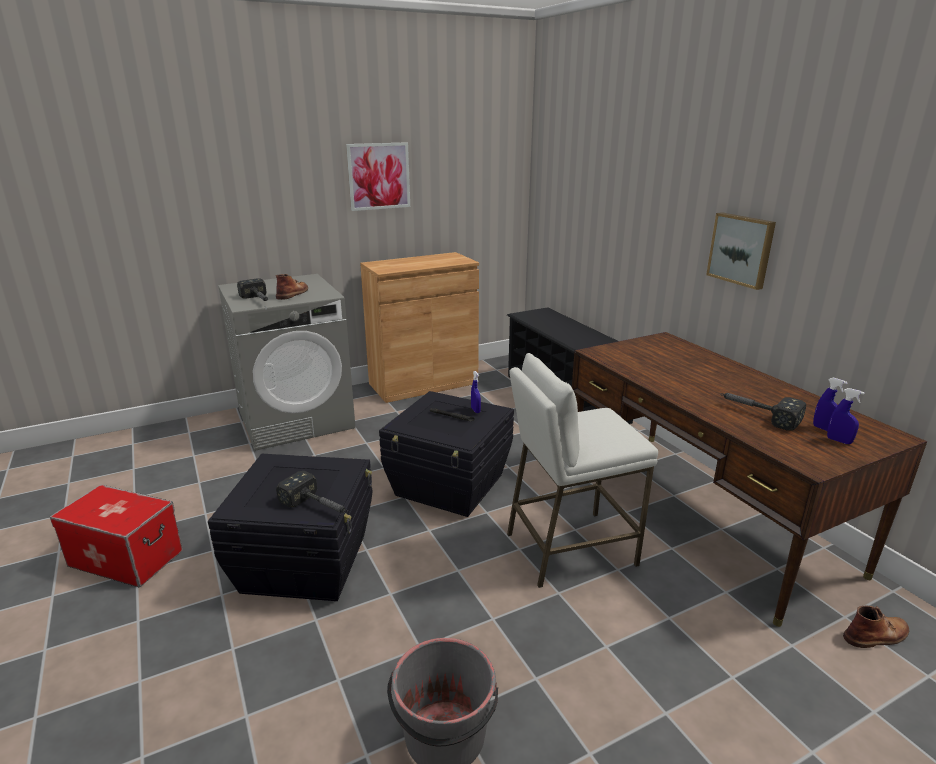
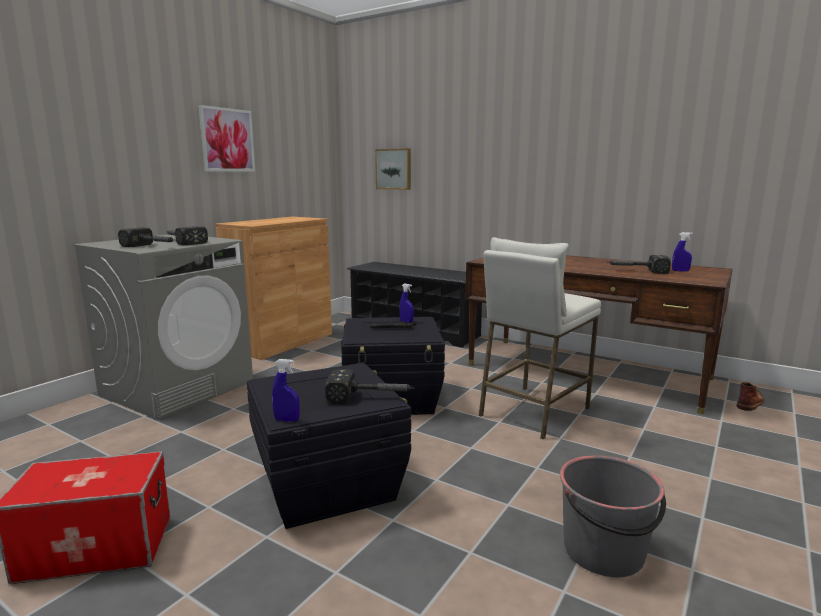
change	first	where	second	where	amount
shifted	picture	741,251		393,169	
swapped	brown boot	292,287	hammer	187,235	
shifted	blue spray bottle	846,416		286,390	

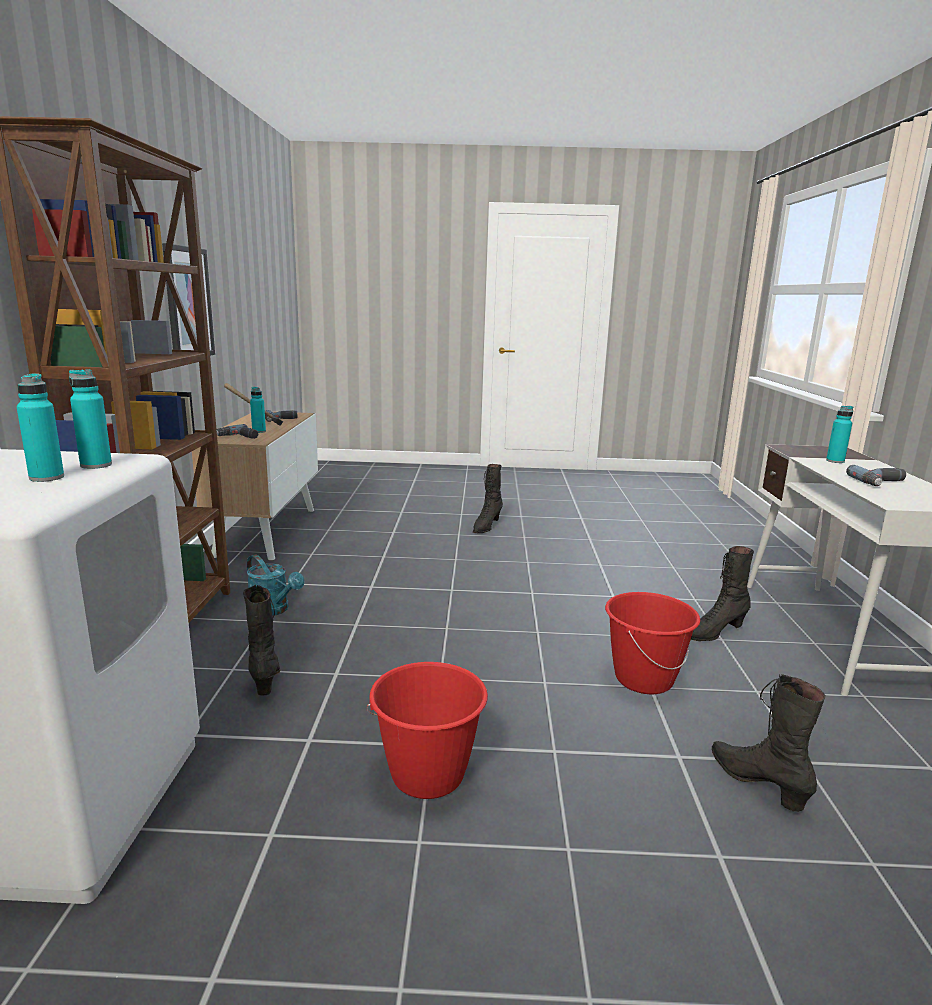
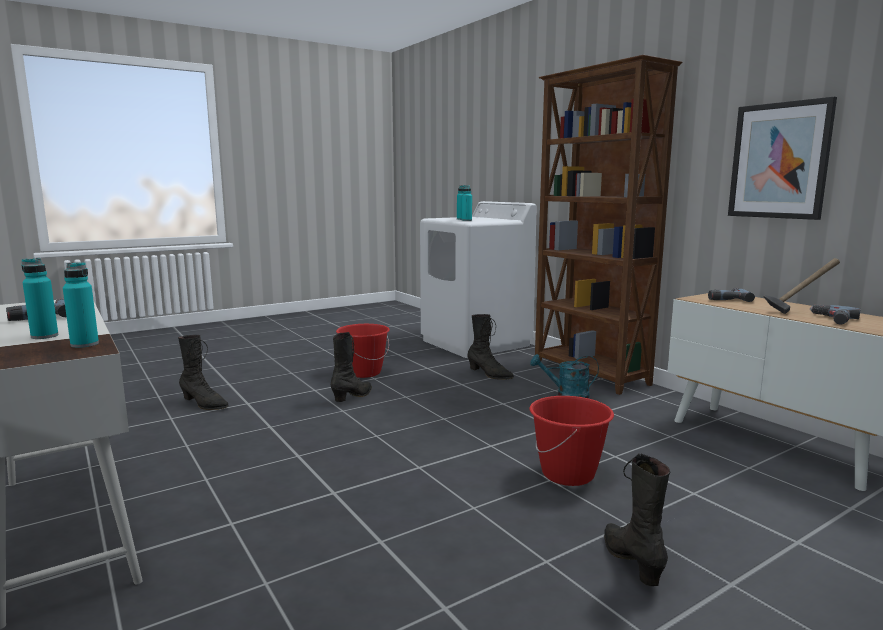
change	first	where	second	where	amount
shifted	turquoise bottle	258,410		81,305	
shifted	black boot	722,593		351,367	
shifted	red bucket	652,643		571,441	

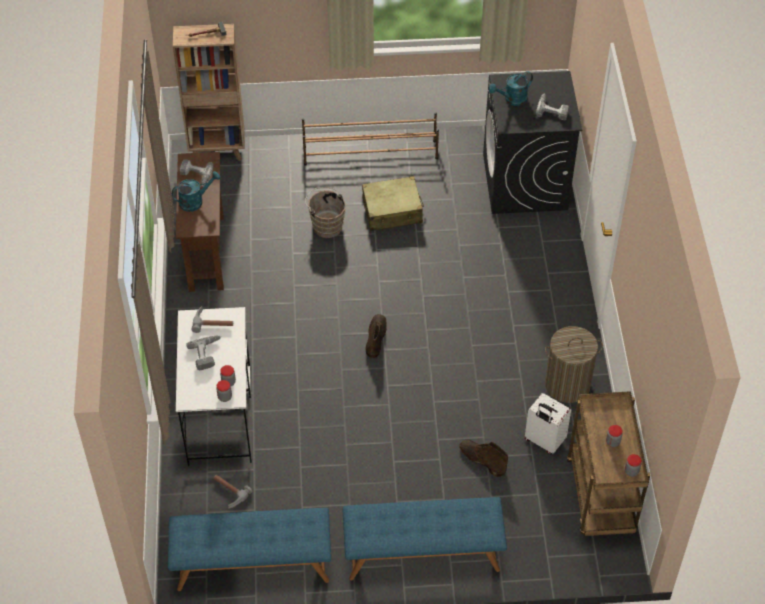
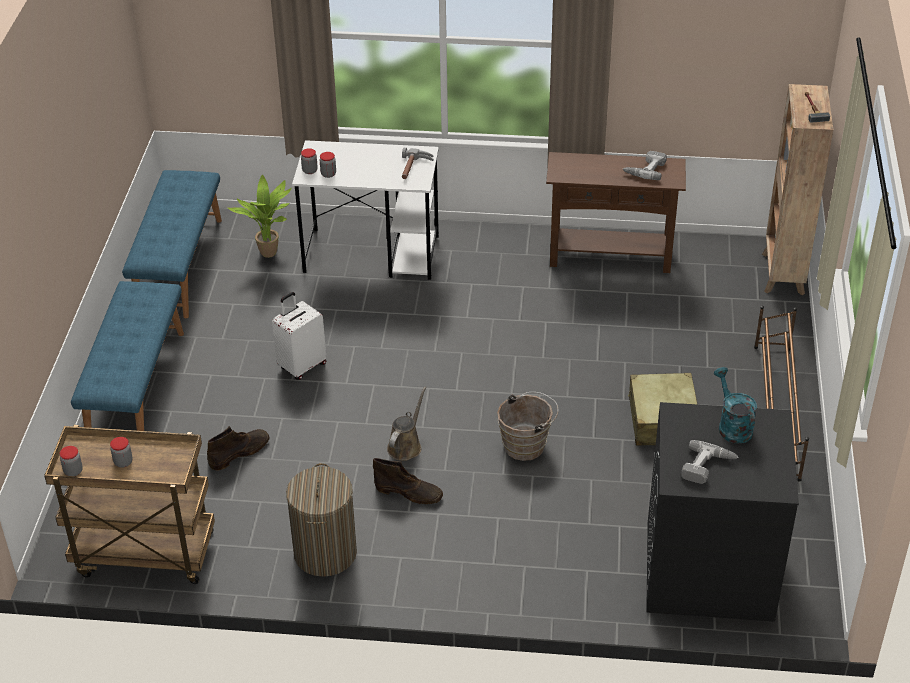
change	first	where	second	where	amount
gone	turquoise watering can	196,191			
shifted	brown bucket	325,212		527,426	
shifted	brown boot	376,336		408,481	
gone	power drill	203,353			
shifted	white suitcase	548,423		299,336	
swapped	hammer	233,492	potted plant	259,216	
new			brown watering can	406,424	

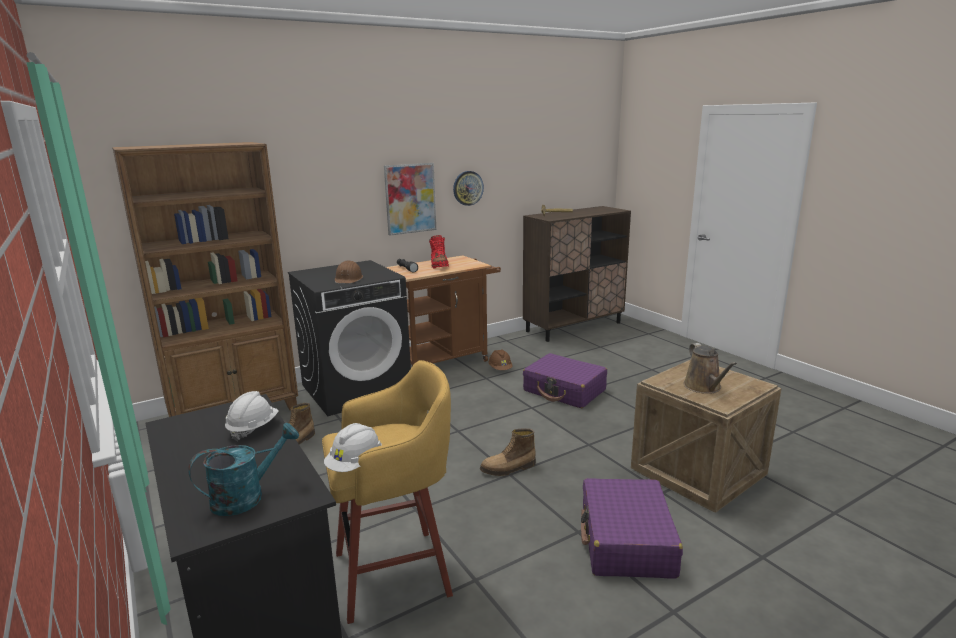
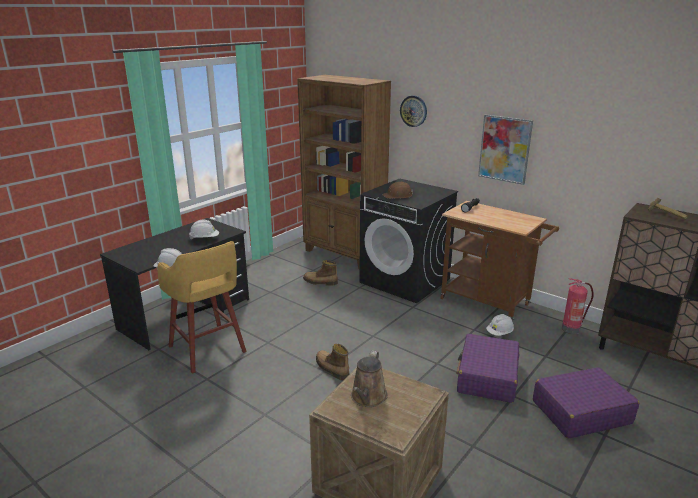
change	first	where	second	where	amount
shifted	wall clock	468,188		413,111	
gone	red boot	439,252			
rotated	brown watering can	710,368		369,379	45 degrees counterclockwise
repainted	brown hard hat	500,359	white hard hat	500,325	
gone	turquoise watering can	243,469			
shifted	purple suitcase	632,528		586,402	
new			fire extinguisher	578,306	

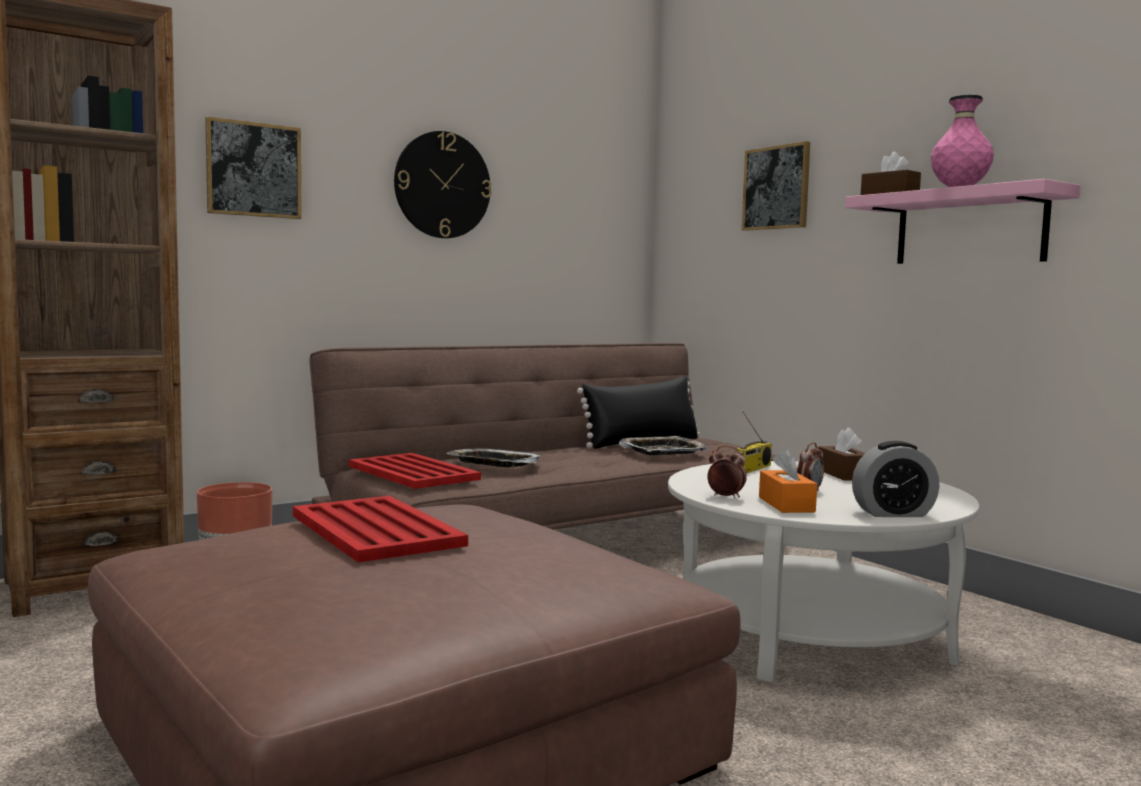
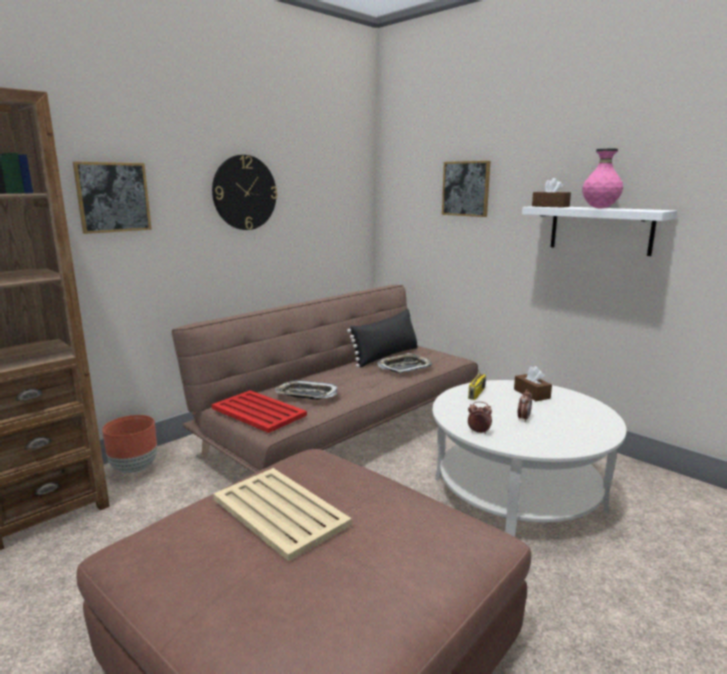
change	first	where	second	where	amount
repainted	pink shelf	963,221	white shelf	599,231	
gone	alarm clock	895,479			
gone	orange tissue box	788,481			
repainted	red tray	380,529	beige tray	282,515	

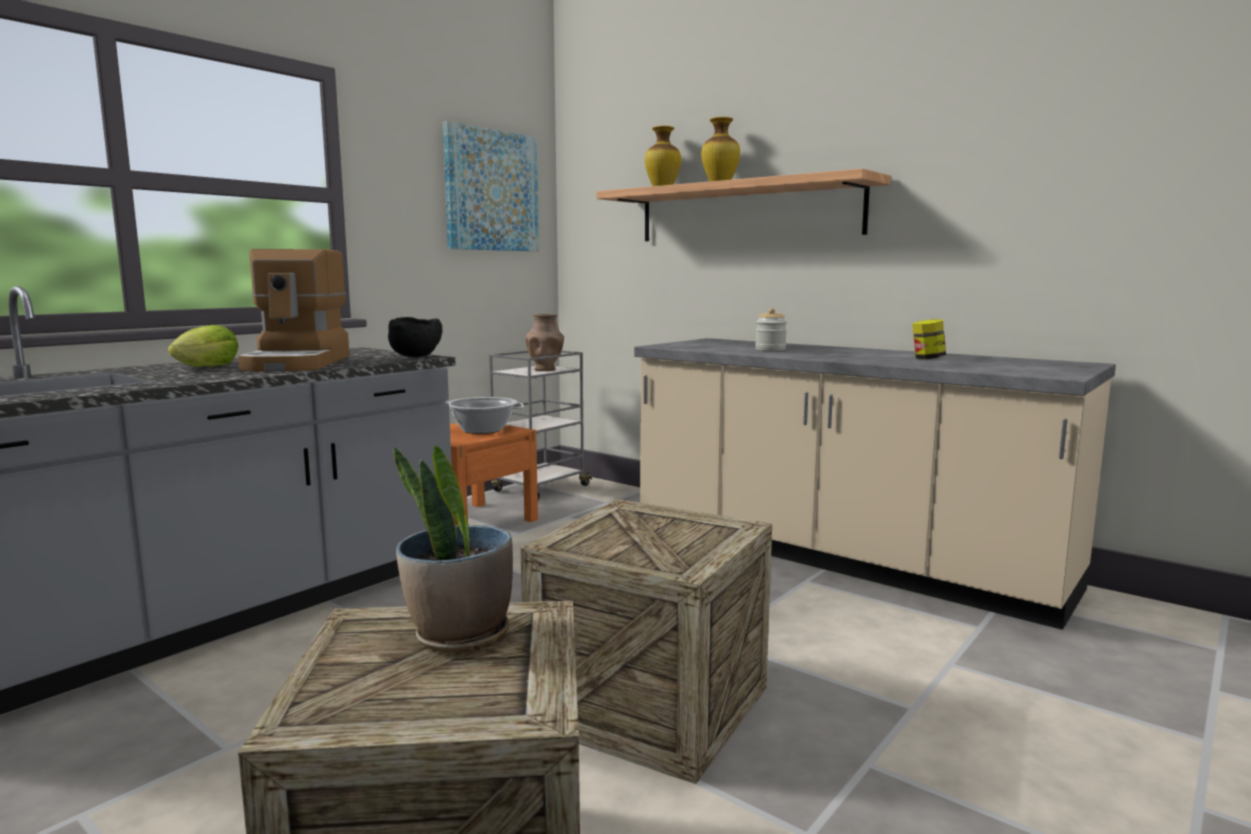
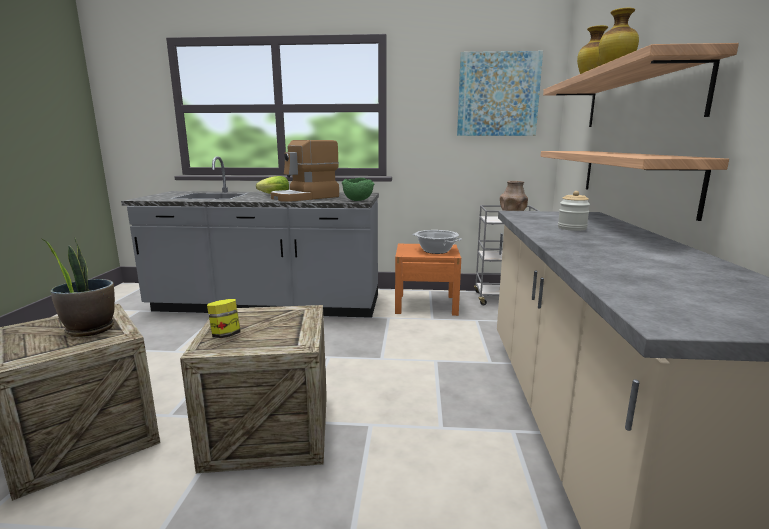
change	first	where	second	where	amount
repainted	black bowl	415,337	green bowl	358,189	
shifted	jar	929,339		224,318	
new			shelf	634,186	

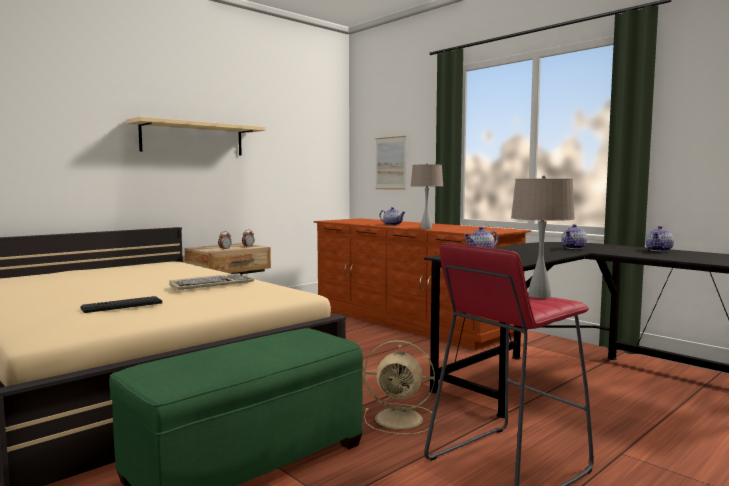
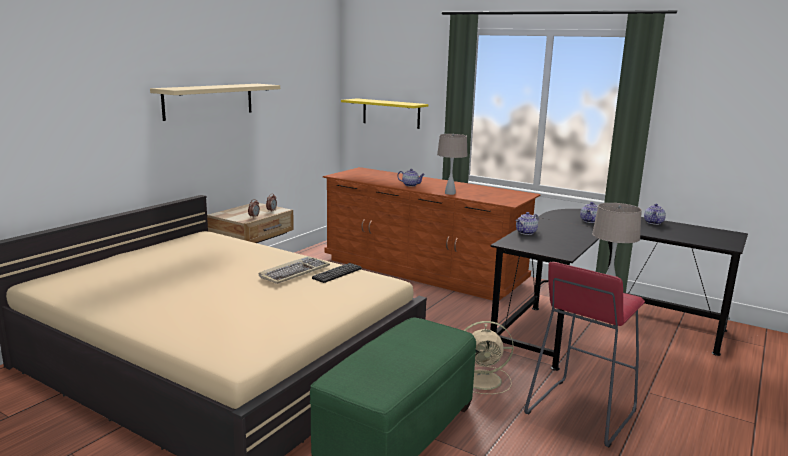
change	first	where	second	where	amount
swapped	picture	390,163	yellow shelf	385,113	
shifted	keyboard	121,304		337,273	

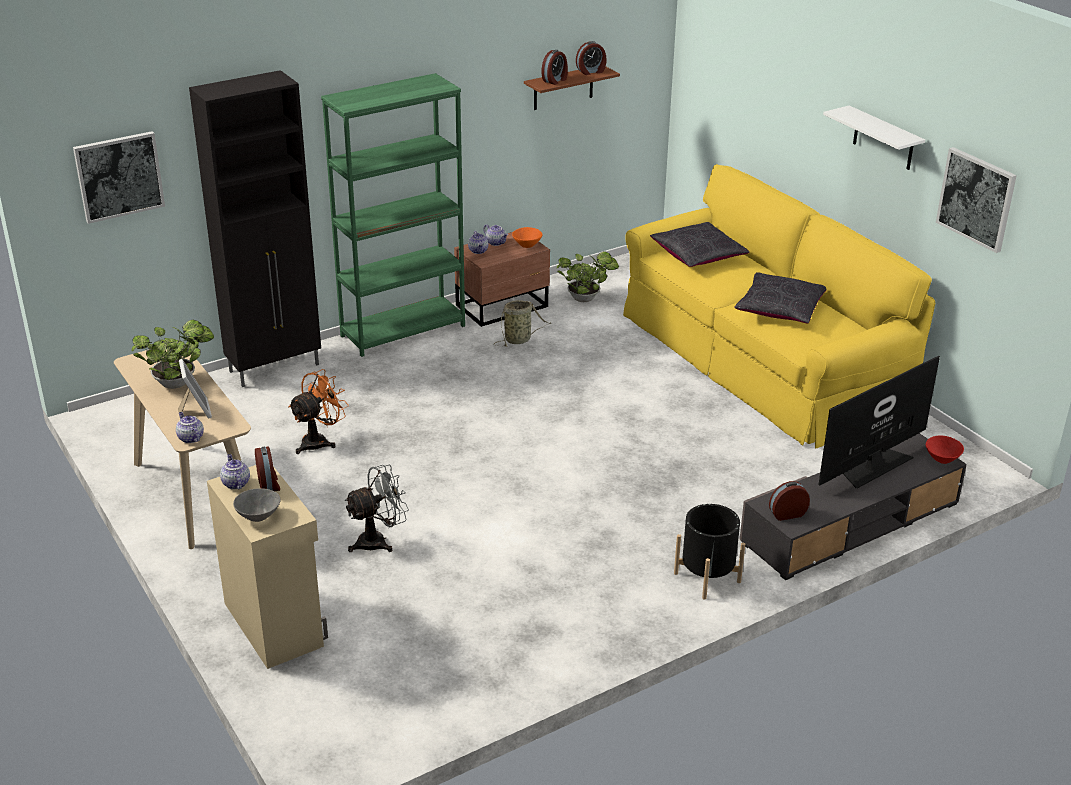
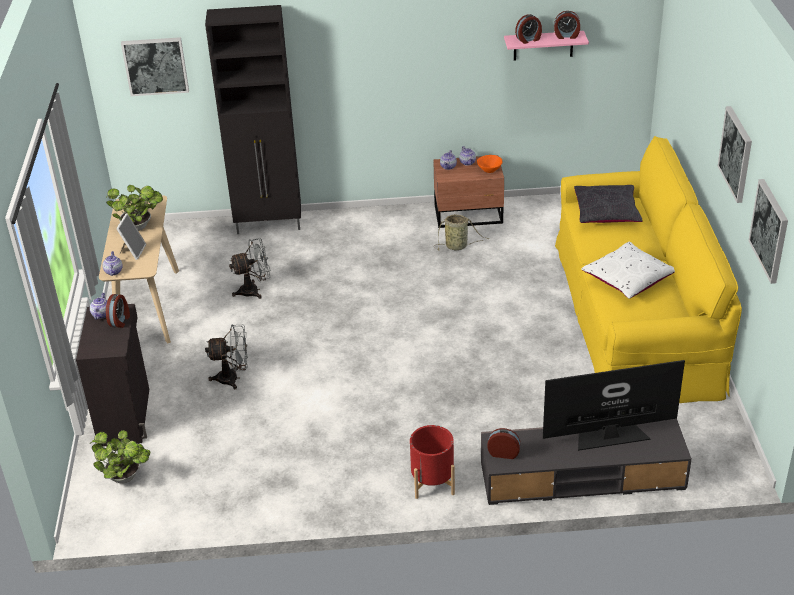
change	first	where	second	where	amount
repainted	brown shelf	572,88	pink shelf	546,46	
gone	green bookcase	393,215			
swapped	white shelf	874,137	picture	735,154	
shifted	potted plant	588,277		121,456	
repainted	black pillow	780,298	white pillow	628,270	
repainted	orange fan	318,411	grey fan	249,269	
gone	red bowl	945,450			
repainted	beige cabinet	267,567	black cabinet	112,375	
gone	grey bowl	257,505			
repainted	black planter	709,551	red planter	432,462	

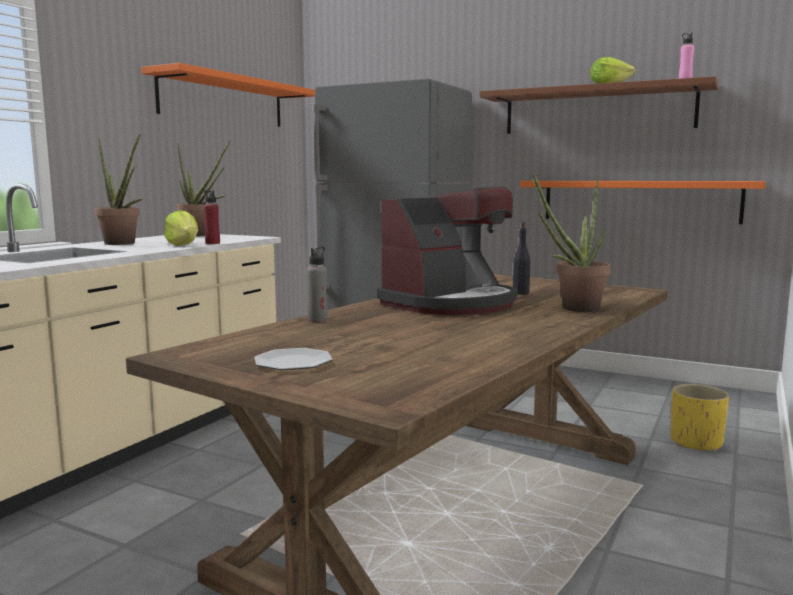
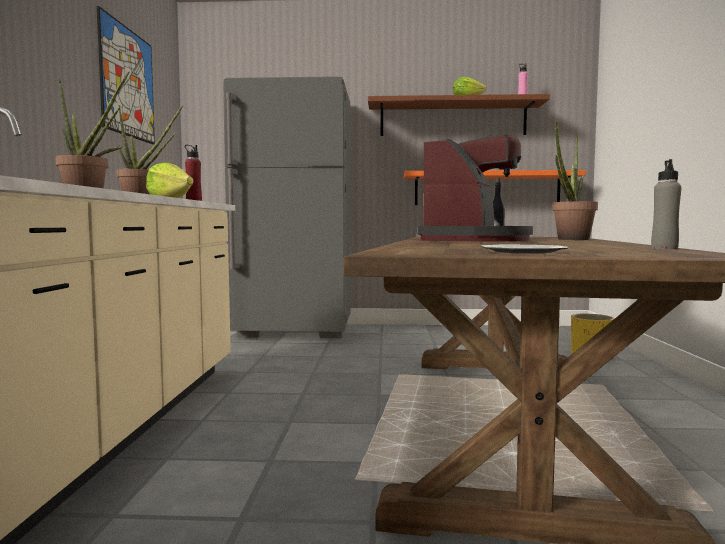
change	first	where	second	where	amount
swapped	orange shelf	228,95	picture	126,75	
shifted	grey bottle	317,284		666,204	

